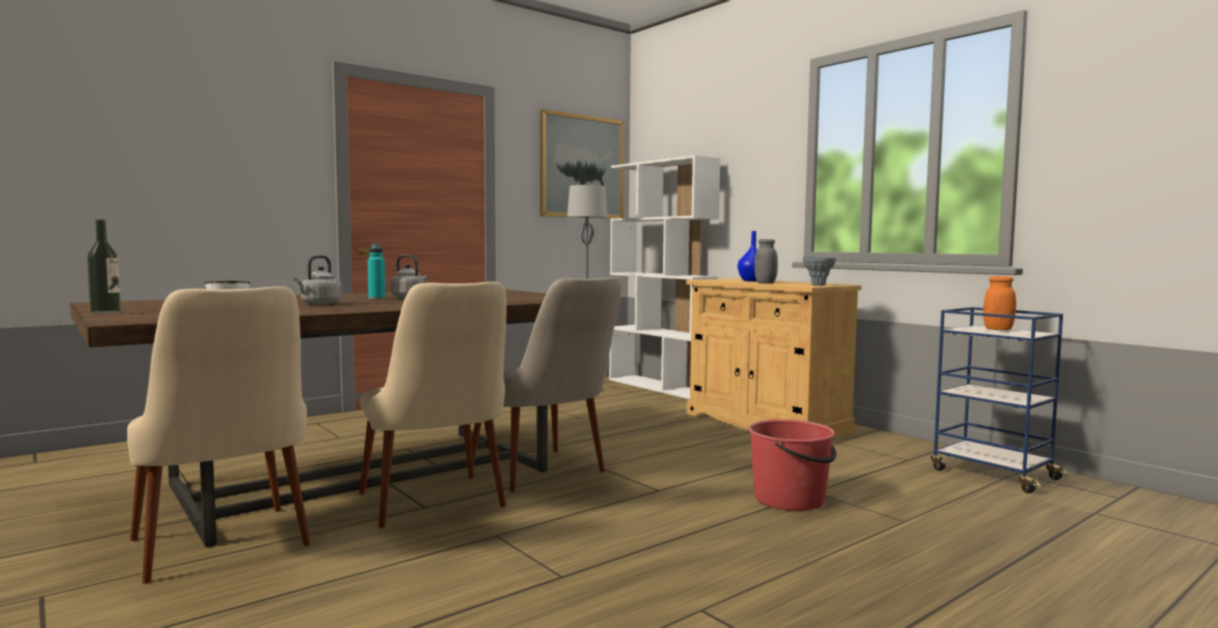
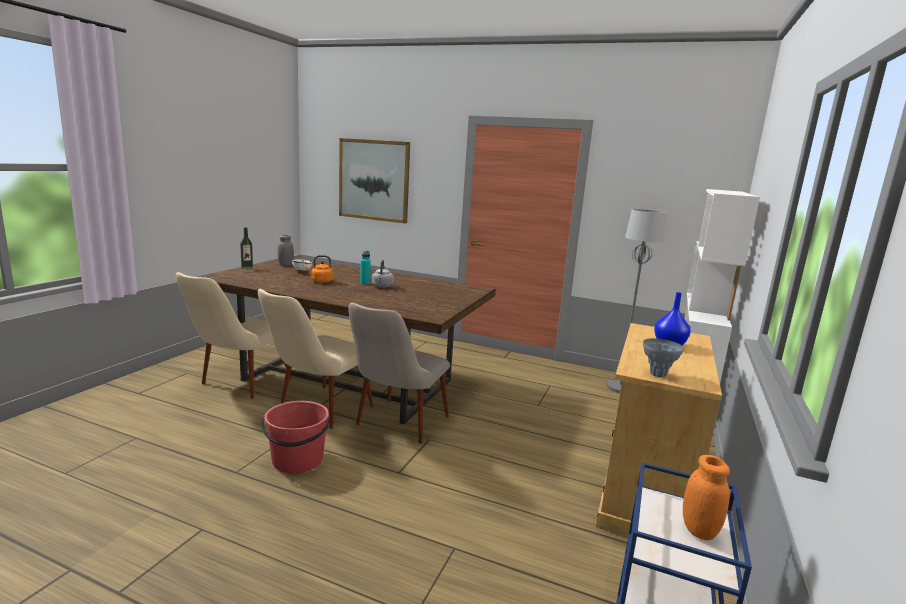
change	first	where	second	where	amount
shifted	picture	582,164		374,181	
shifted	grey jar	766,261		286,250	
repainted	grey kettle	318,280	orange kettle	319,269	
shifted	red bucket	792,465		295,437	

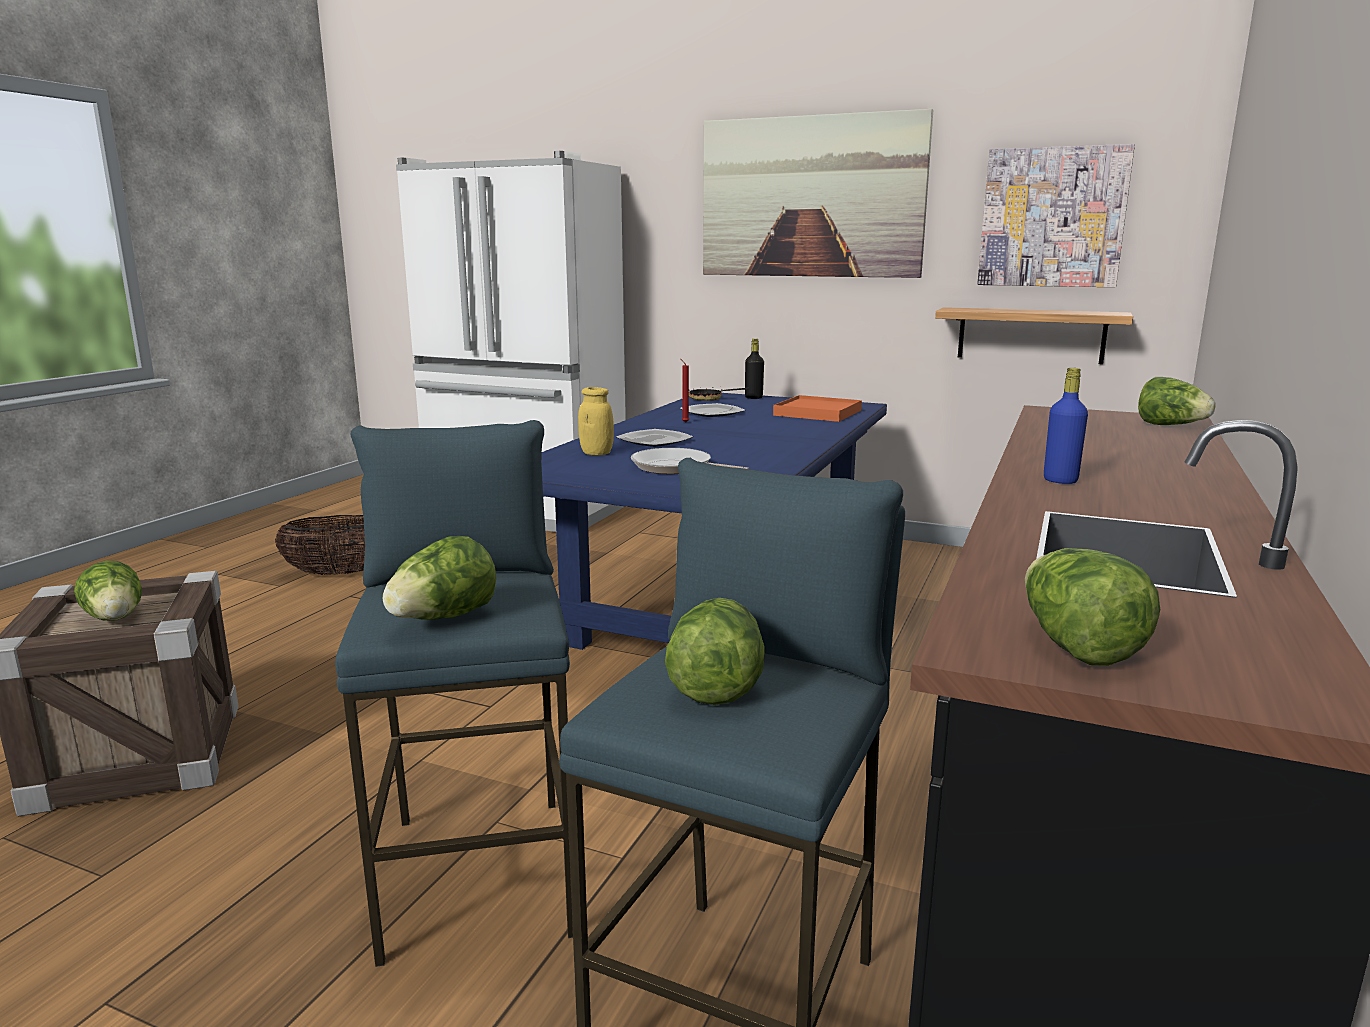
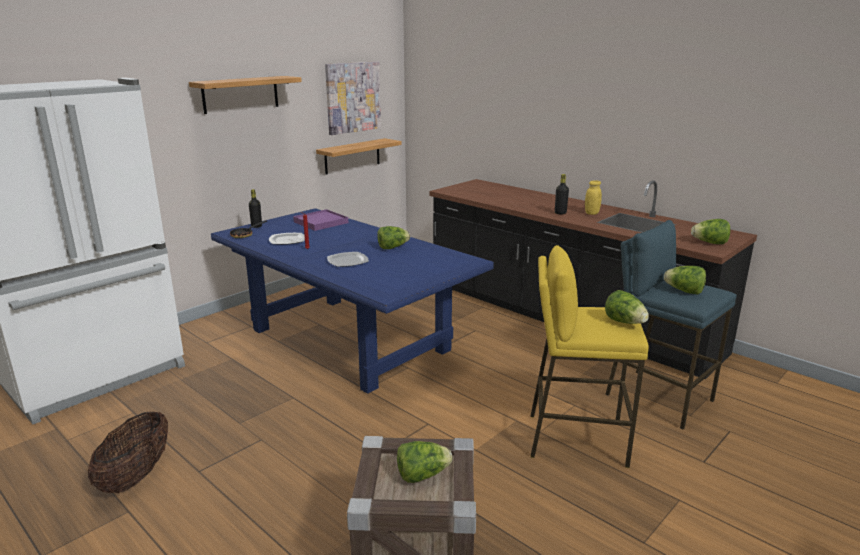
change	first	where	second	where	amount
swapped	picture	818,193	shelf	245,95	
repainted	blue bottle	1066,426	black bottle	562,194	
shifted	lettuce	1177,401		393,237	
shifted	yellow jar	596,421		593,197	
repainted	orange tray	817,408	purple tray	320,220	
repainted	blue stool	454,693	yellow stool	589,356	
gone	frying pan	690,461			

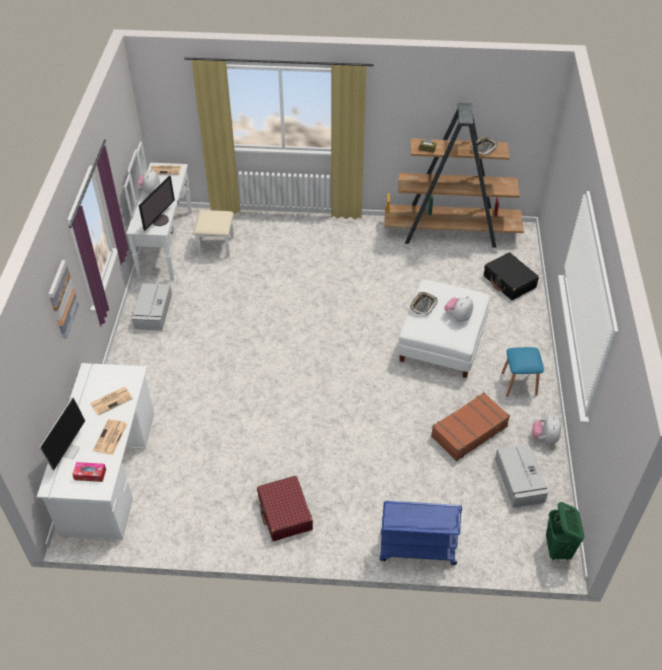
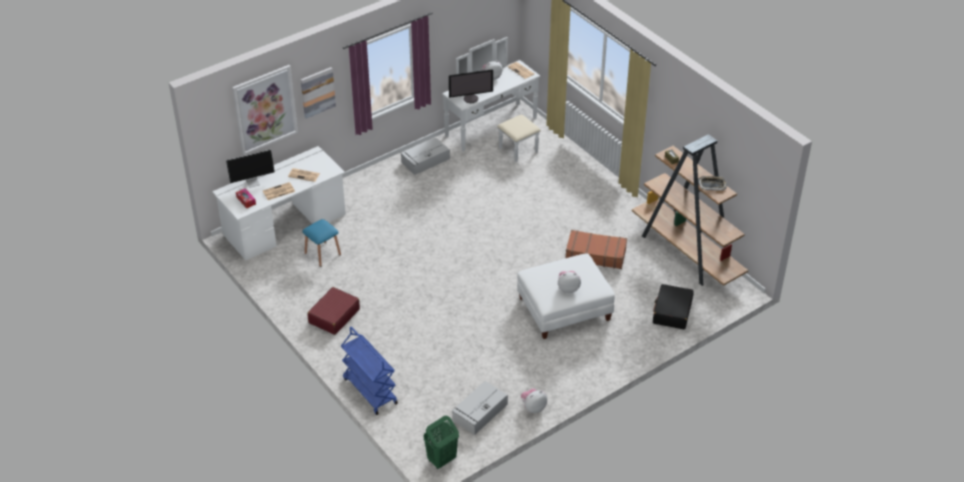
change	first	where	second	where	amount
gone	tray	424,303			
shifted	blue stool	523,371		321,243	
shifted	brown suitcase	470,426		596,249	
new			picture	265,110	

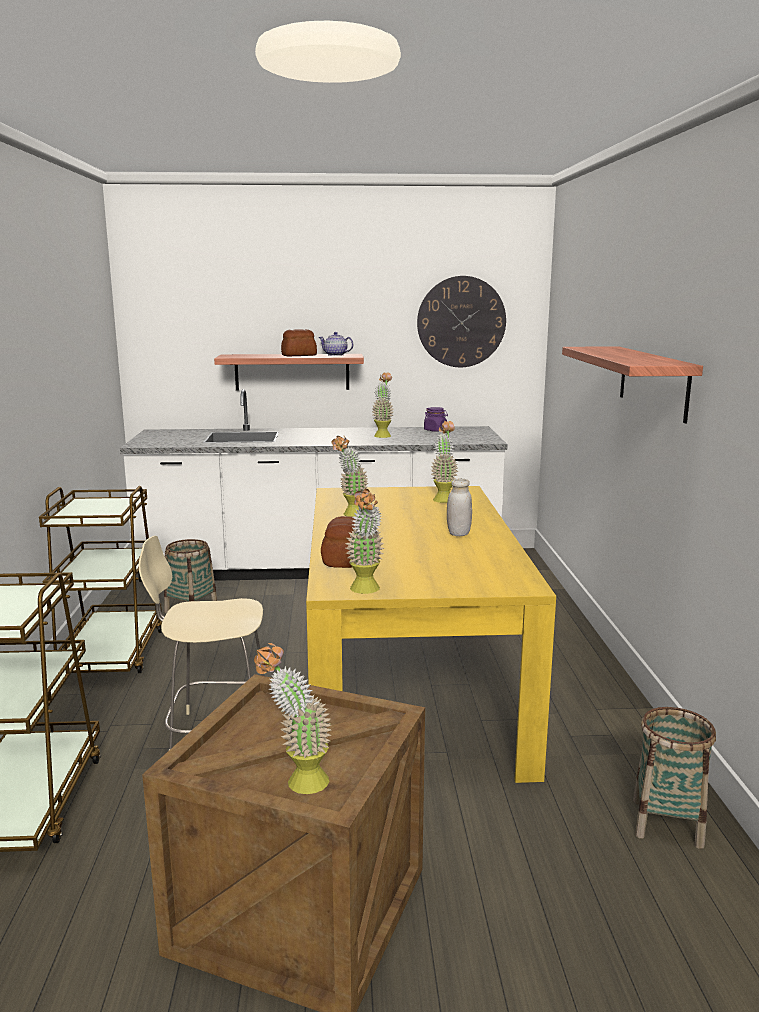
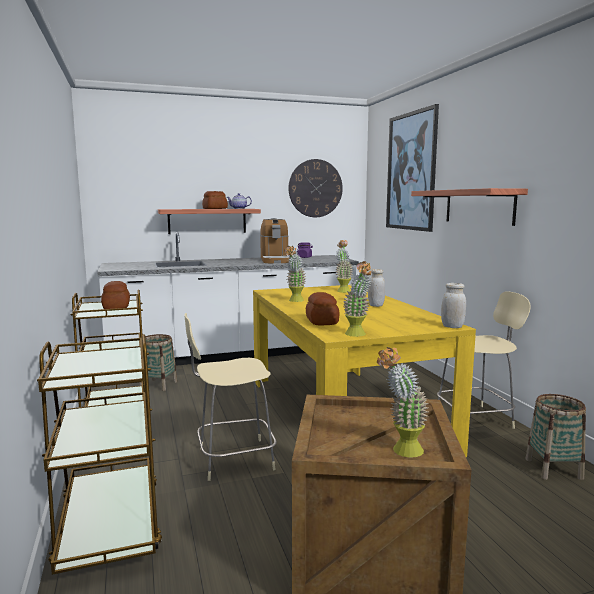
change	first	where	second	where	amount
swapped	potted plant	383,405	coffee machine	275,240	
new			picture	412,168	
new			bread	115,295	
new			white jar	453,305	
new			beige stool	484,360	

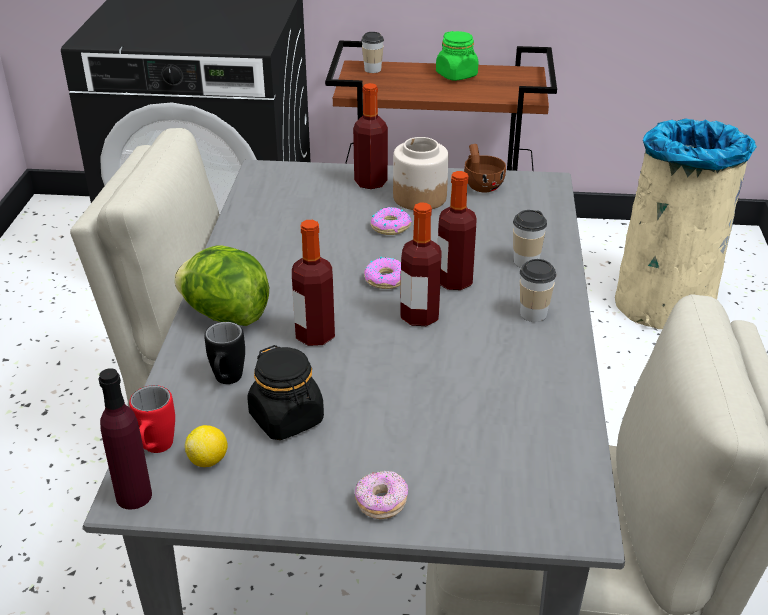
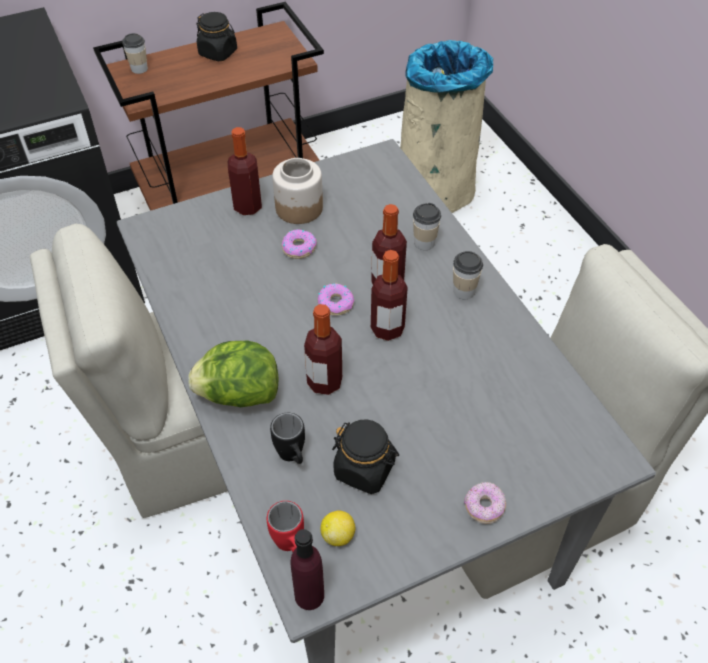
change	first	where	second	where	amount
repainted	green jar	457,56	black jar	216,36	
gone	brown cup	485,168			

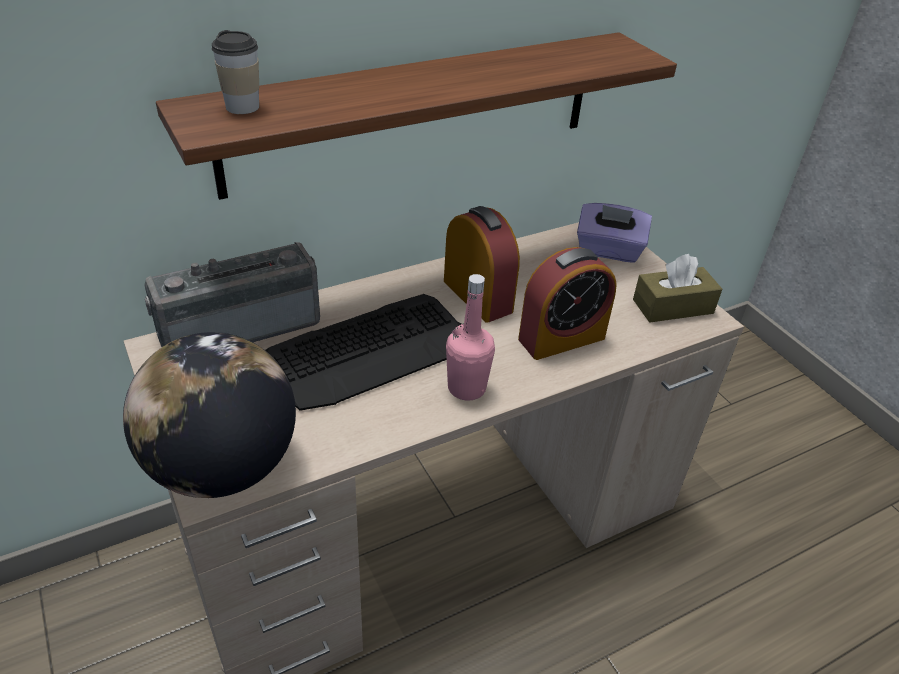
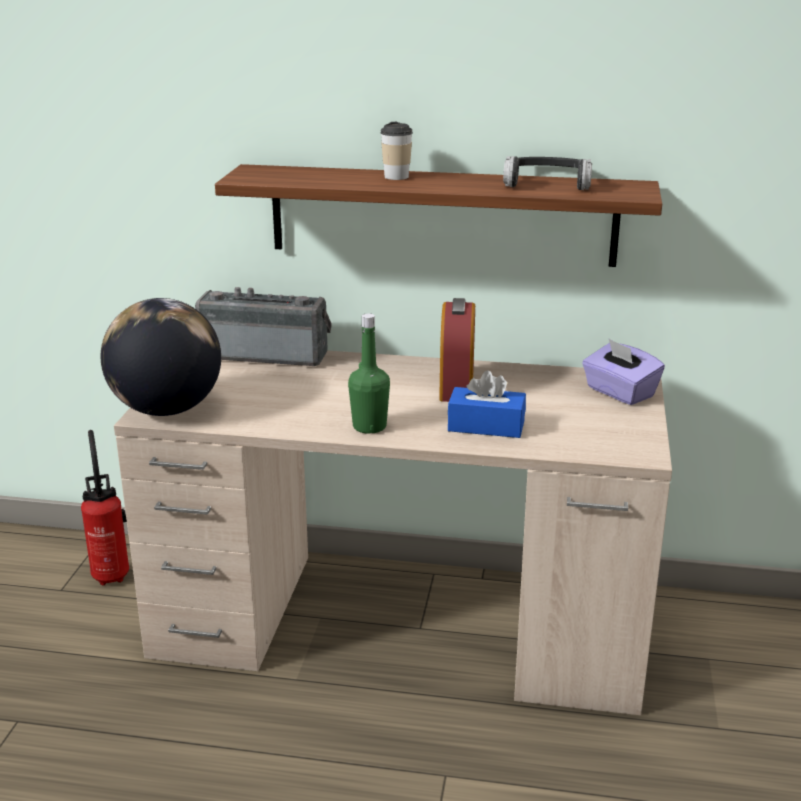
change	first	where	second	where	amount
shifted	cup	235,72		397,151	
swapped	alarm clock	567,303	blue tissue box	487,404	
gone	brown tissue box	677,288			
repainted	pink bottle	470,337	green bottle	369,373	
gone	keyboard	363,352			
new			headphones	547,173	
new			fire extinguisher	105,508	

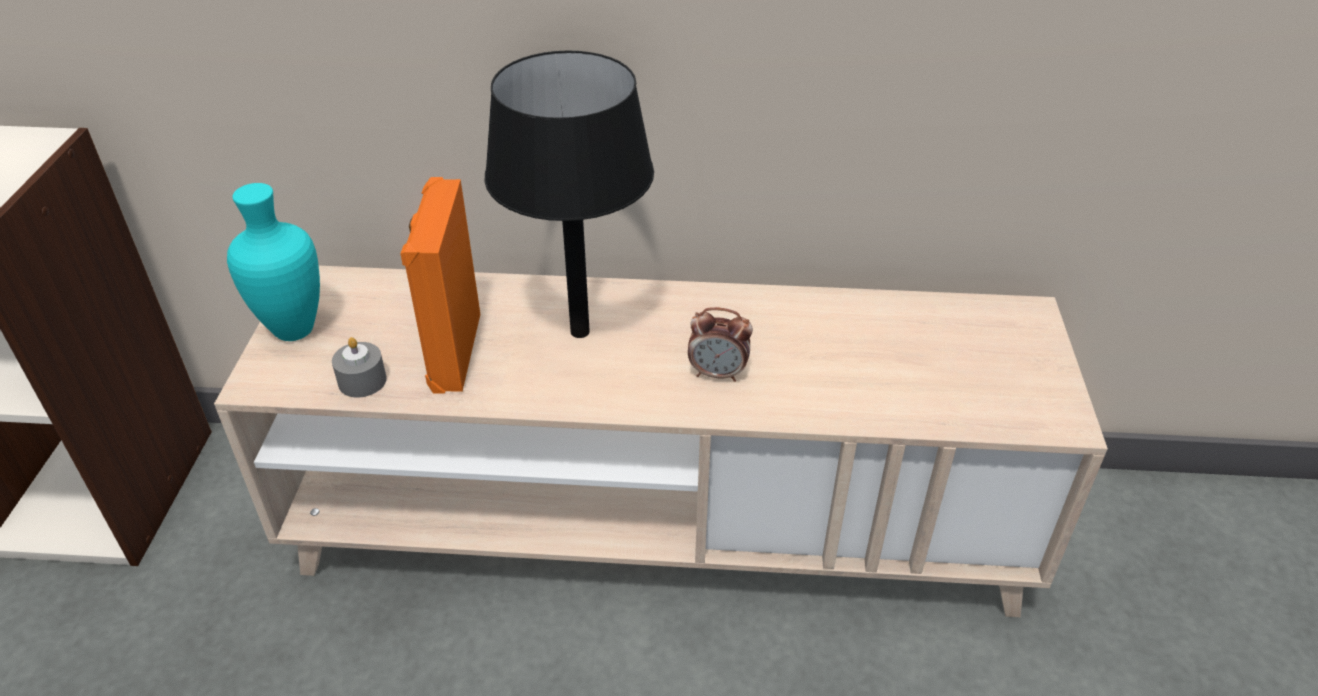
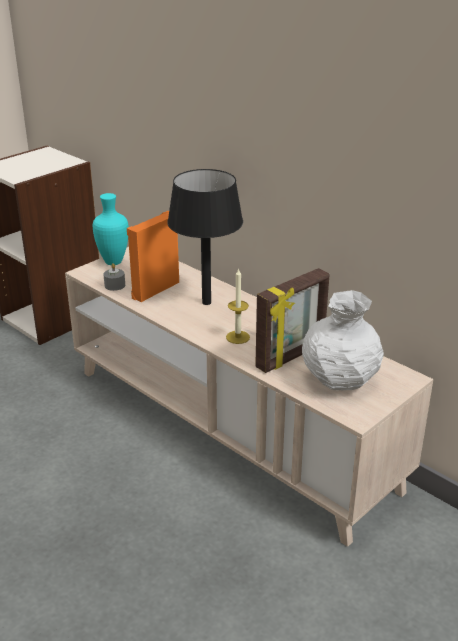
change	first	where	second	where	amount
swapped	alarm clock	720,344	candle	238,306	
new			picture frame	292,320	
new			white vase	343,340	

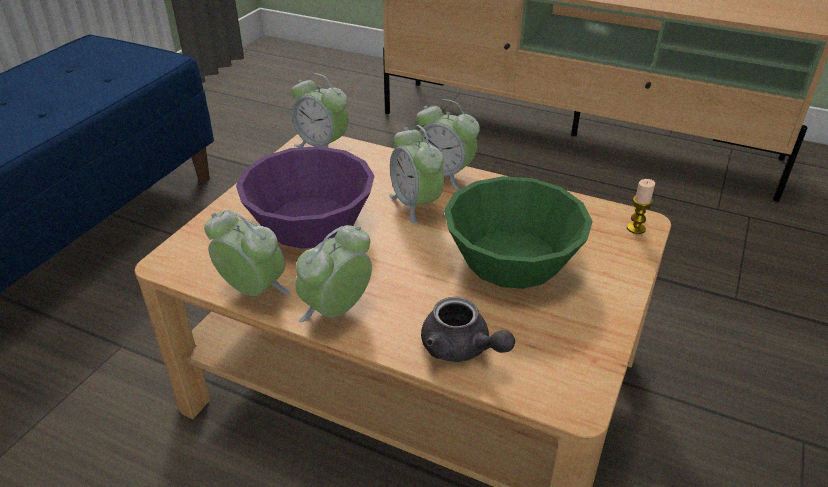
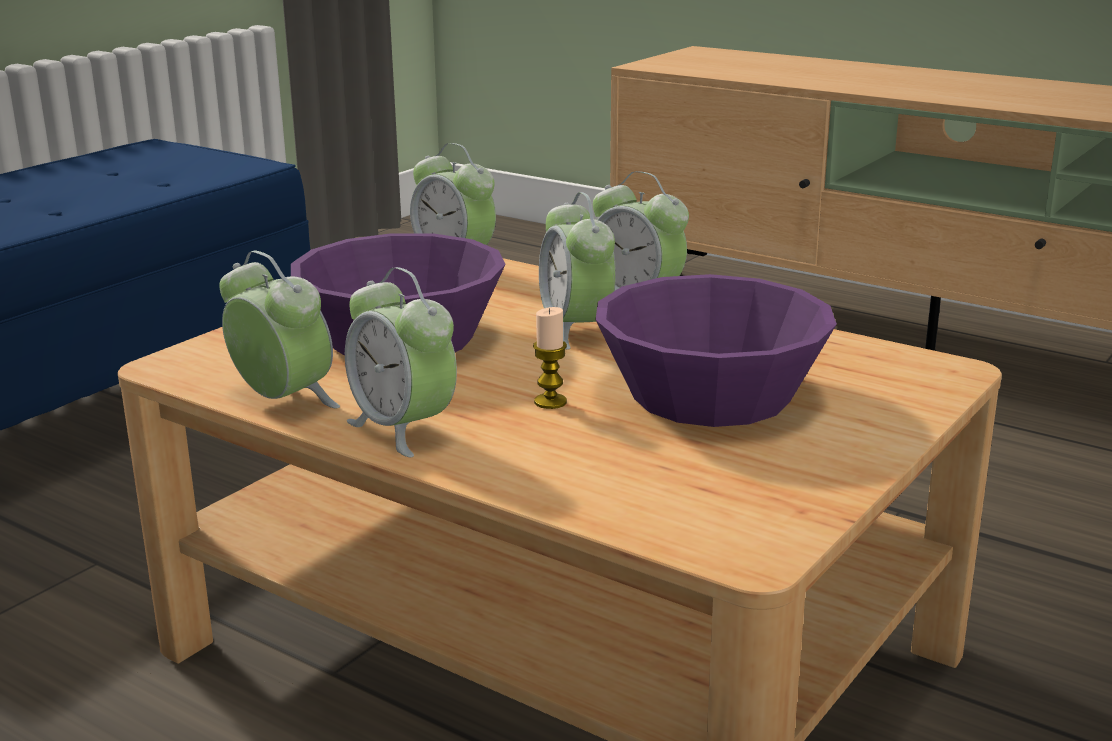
change	first	where	second	where	amount
repainted	green bowl	518,232	purple bowl	716,350	
shifted	candle	641,206		550,358	
rotated	alarm clock	334,273		401,362	90 degrees counterclockwise
gone	grey teapot	468,329			

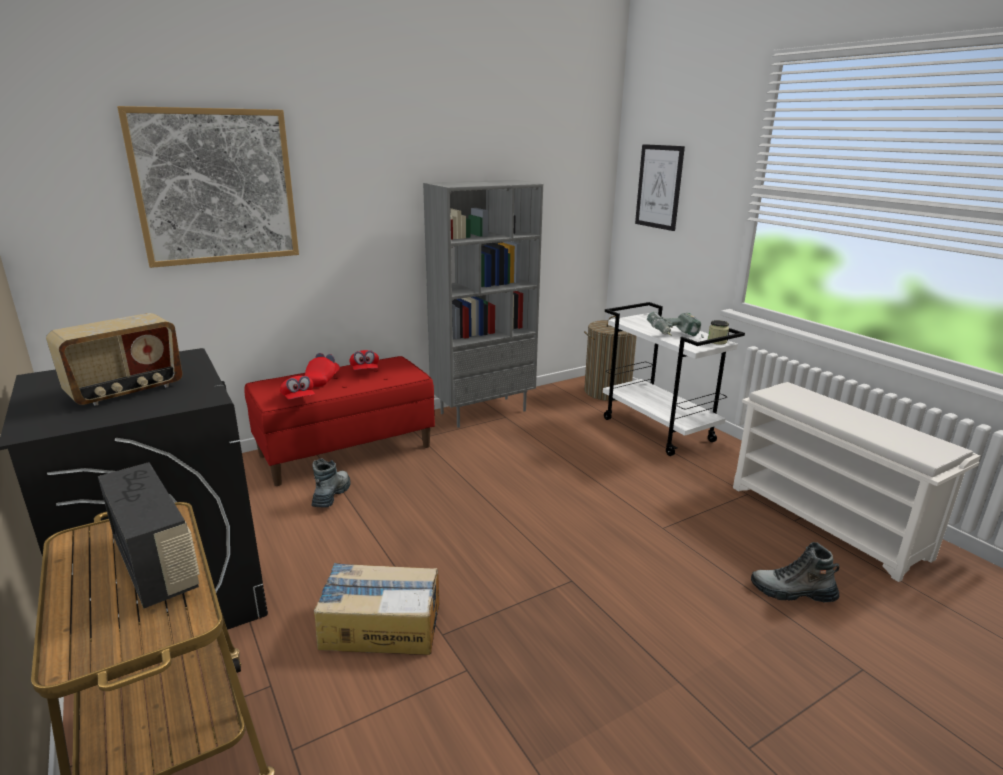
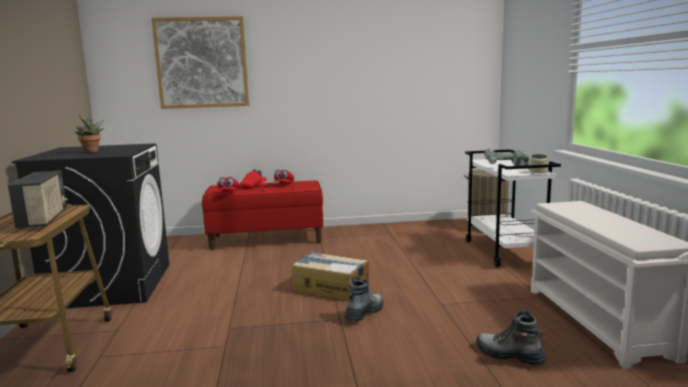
change	first	where	second	where	amount
gone	picture	660,187			
gone	grey bookcase	483,304			
swapped	radio	114,359	potted plant	89,133	
shifted	boot	331,483		364,298	
shifted	cardboard box	376,609		330,277	

